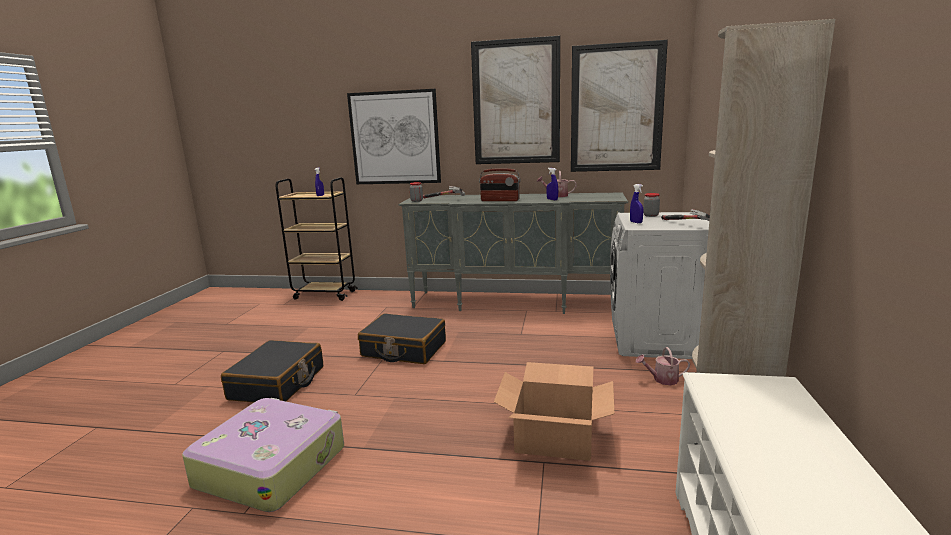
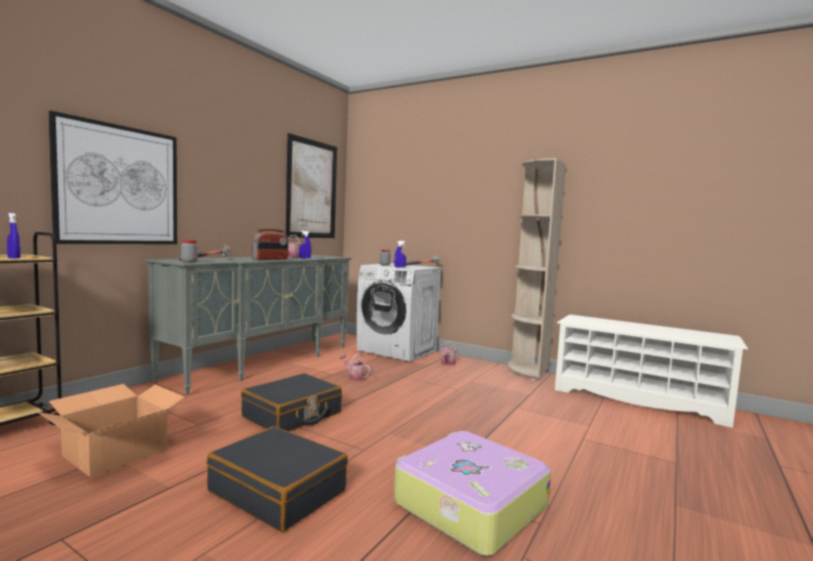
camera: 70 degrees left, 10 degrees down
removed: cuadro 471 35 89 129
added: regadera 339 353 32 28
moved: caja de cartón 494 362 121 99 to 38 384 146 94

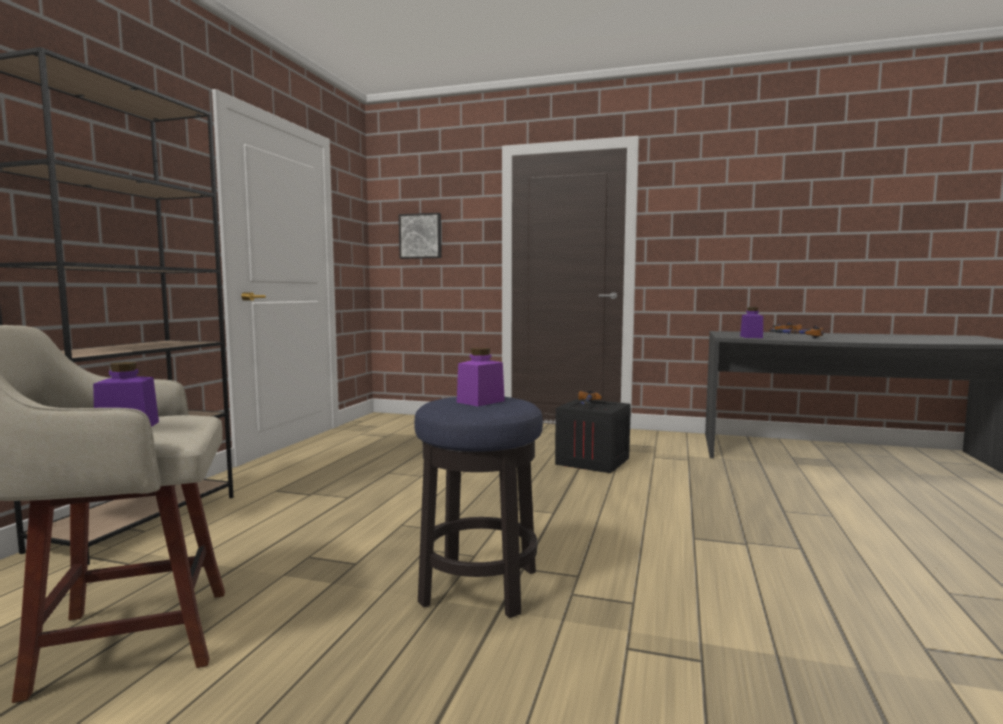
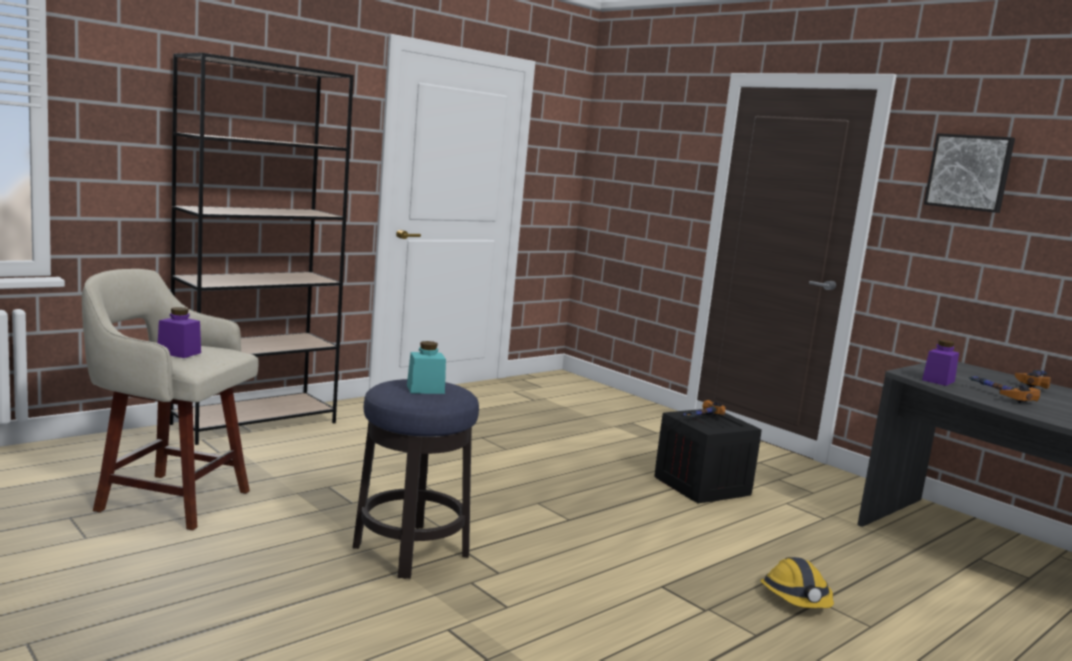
camera: 30 degrees right, 5 degrees up
added: casco 760 557 74 51
moved: cuadro 399 213 43 46 to 924 133 91 80
recoloured: tarro/morado 457 348 48 58 to tarro/turquesa 407 341 39 53

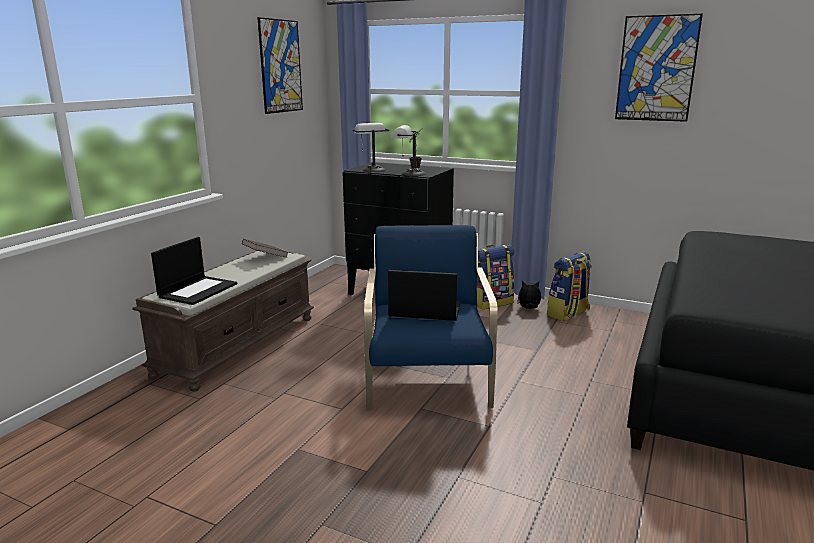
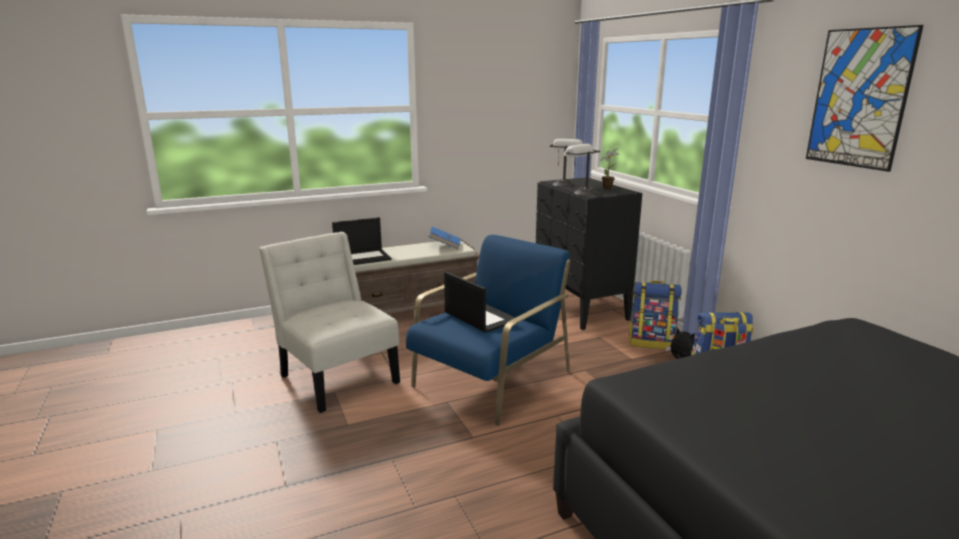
camera: 40 degrees right, 0 degrees up
removed: cuadro 257 17 46 97
added: silla/blanco 259 232 141 181
recoloured: libro/marrón 242 239 47 19 to libro/azul 429 227 32 22

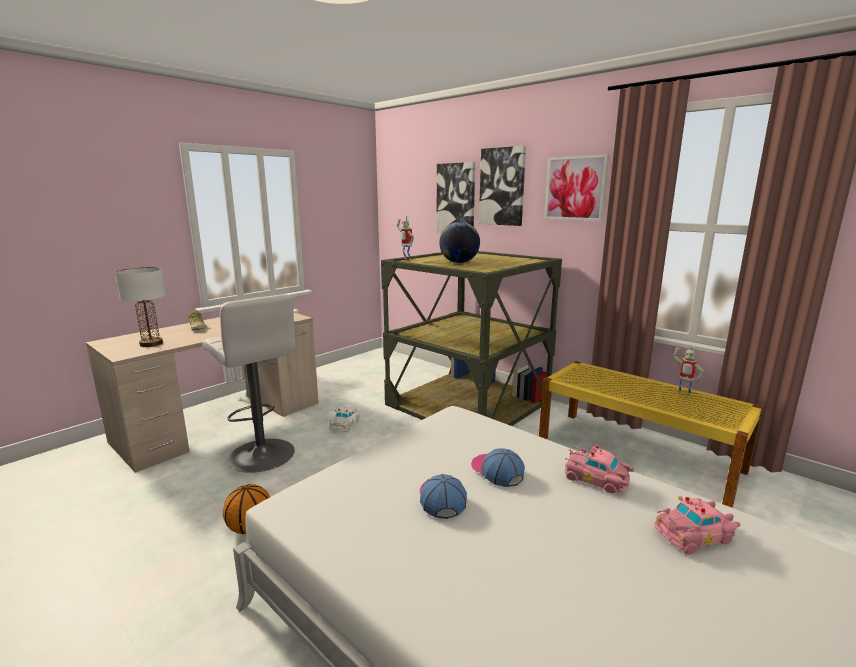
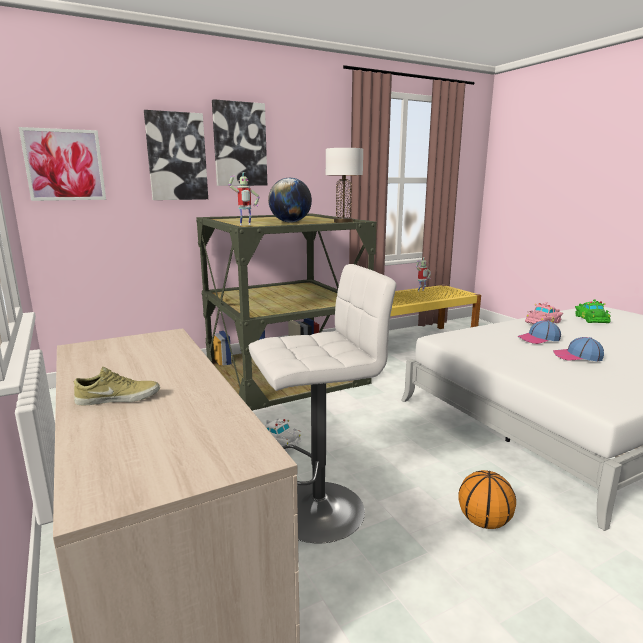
camera: 70 degrees left, 0 degrees up
moved: cuadro 544 154 65 67 to 19 127 87 74; lámpara de mesa 115 267 51 80 to 326 148 37 75
recoloured: coche de juguete/rosa 654 496 87 59 to coche de juguete/verde 575 300 36 23

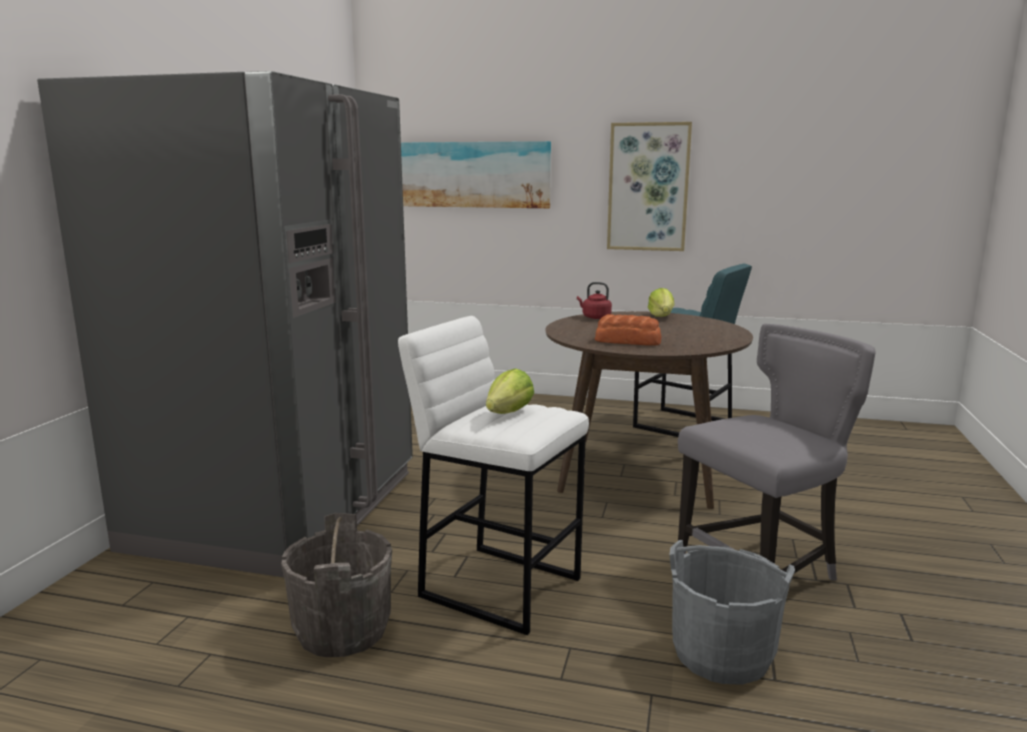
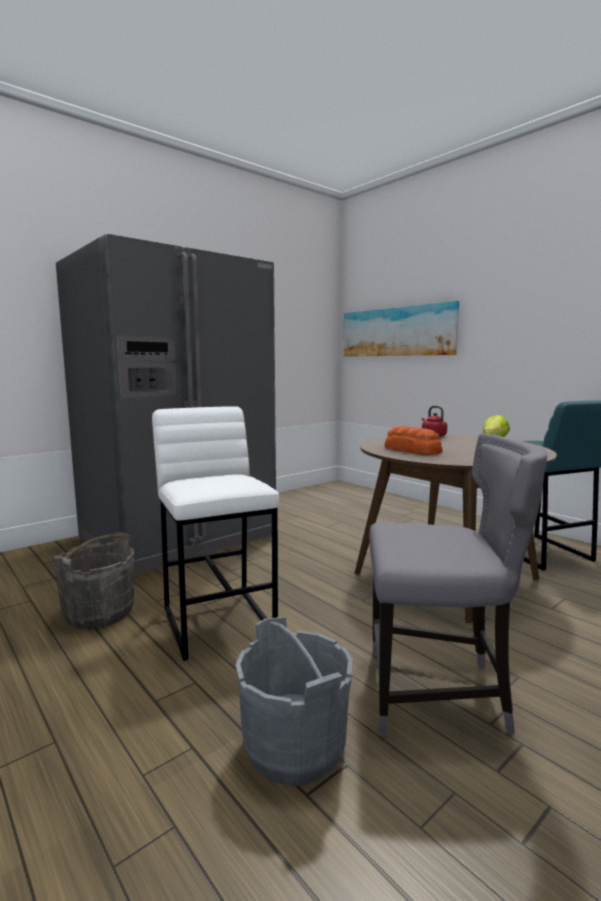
camera: 35 degrees right, 5 degrees down
removed: lechuga 486 369 48 45; cuadro 607 122 85 129

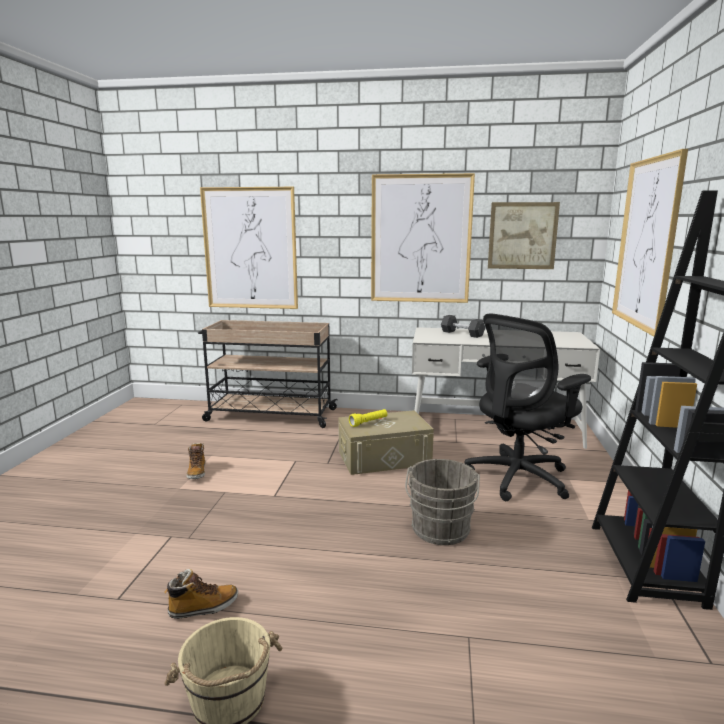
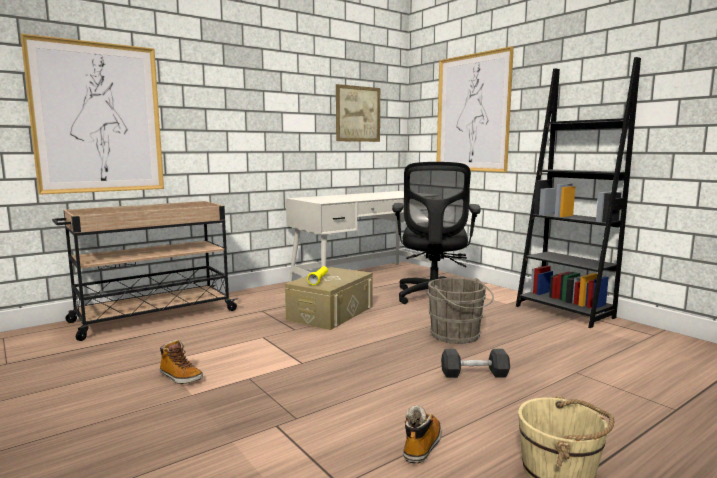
camera: 45 degrees left, 5 degrees down
removed: cuadro 371 173 104 130
moved: mancuerna/gris 441 315 44 23 to 441 349 69 29

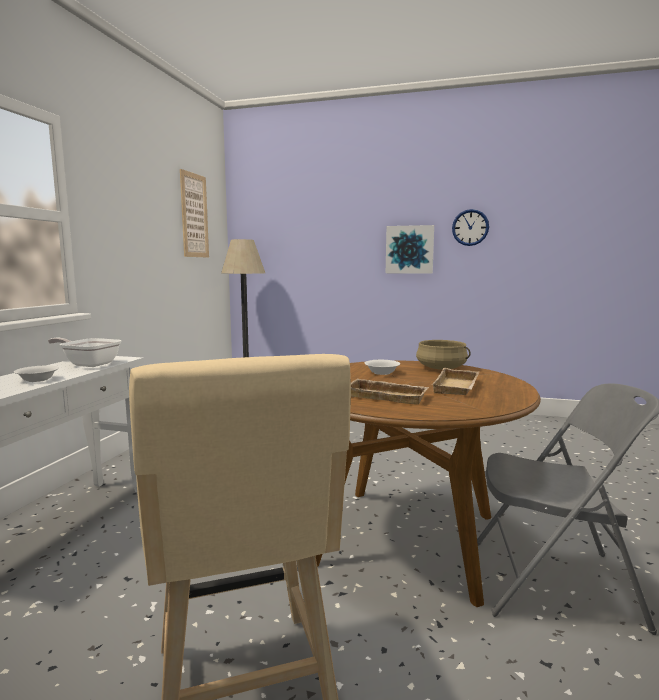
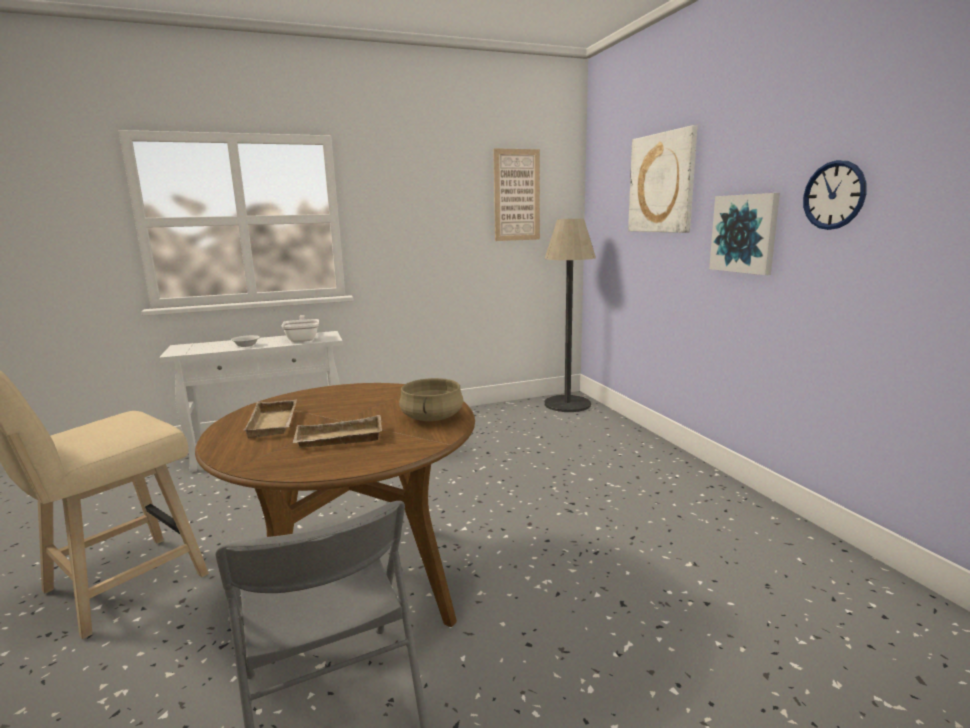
camera: 55 degrees right, 5 degrees up
removed: cuenco/blanco 365 360 35 15
added: cuadro 628 125 69 108

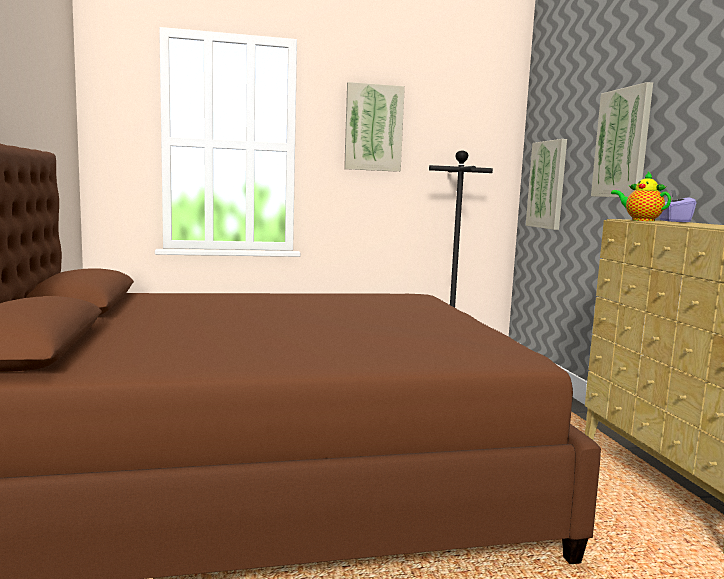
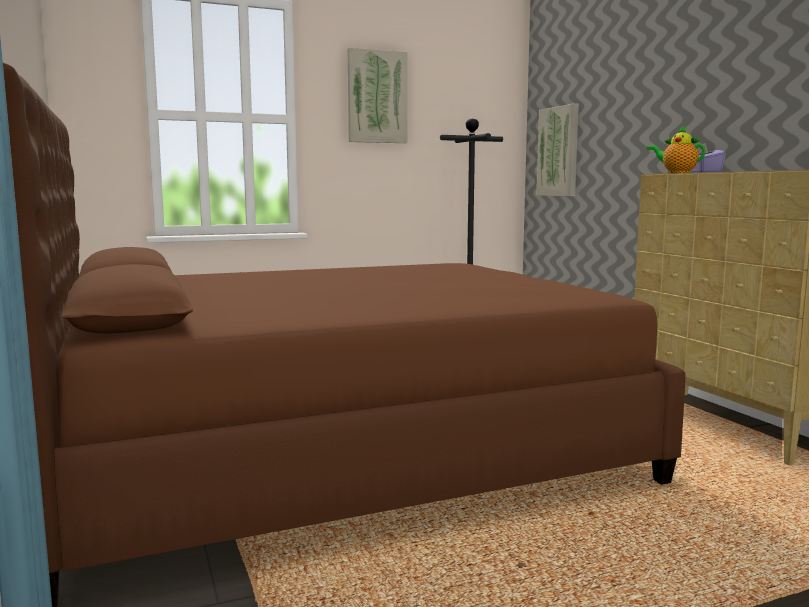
camera: 10 degrees left, 0 degrees up
removed: cuadro 591 82 62 115

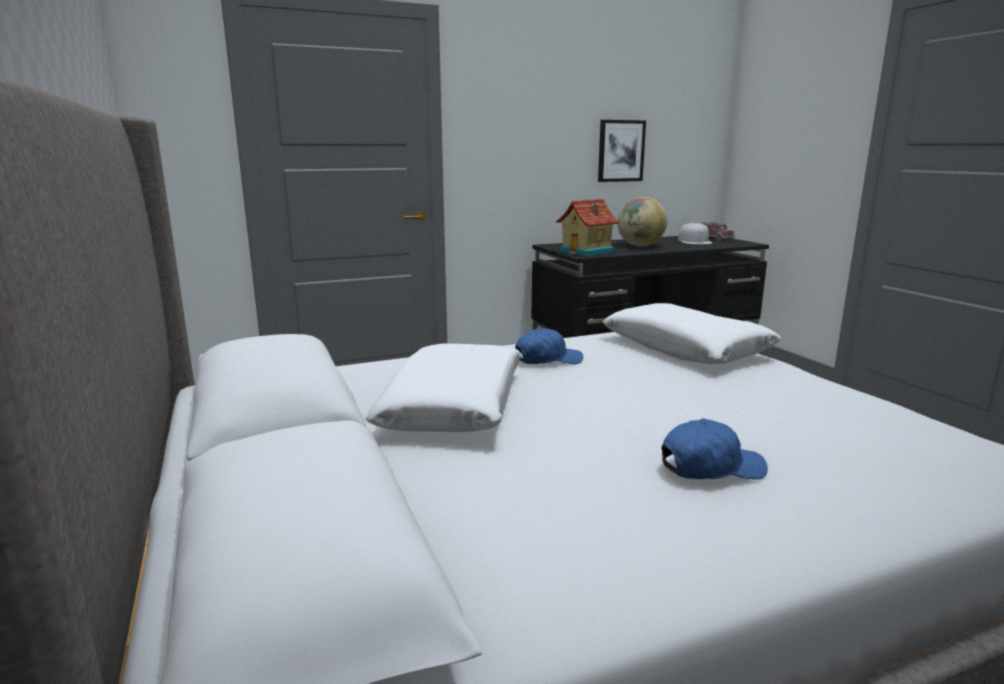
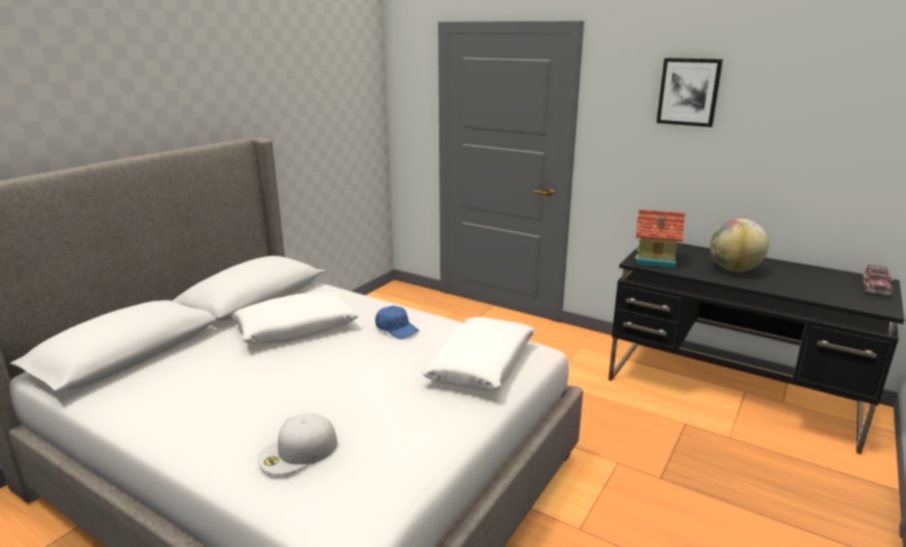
camera: 55 degrees right, 5 degrees up
removed: gorra/azul 661 418 107 61
moved: gorra/blanco 678 223 34 22 to 258 413 79 62; cuadro 598 120 48 62 to 656 58 67 69

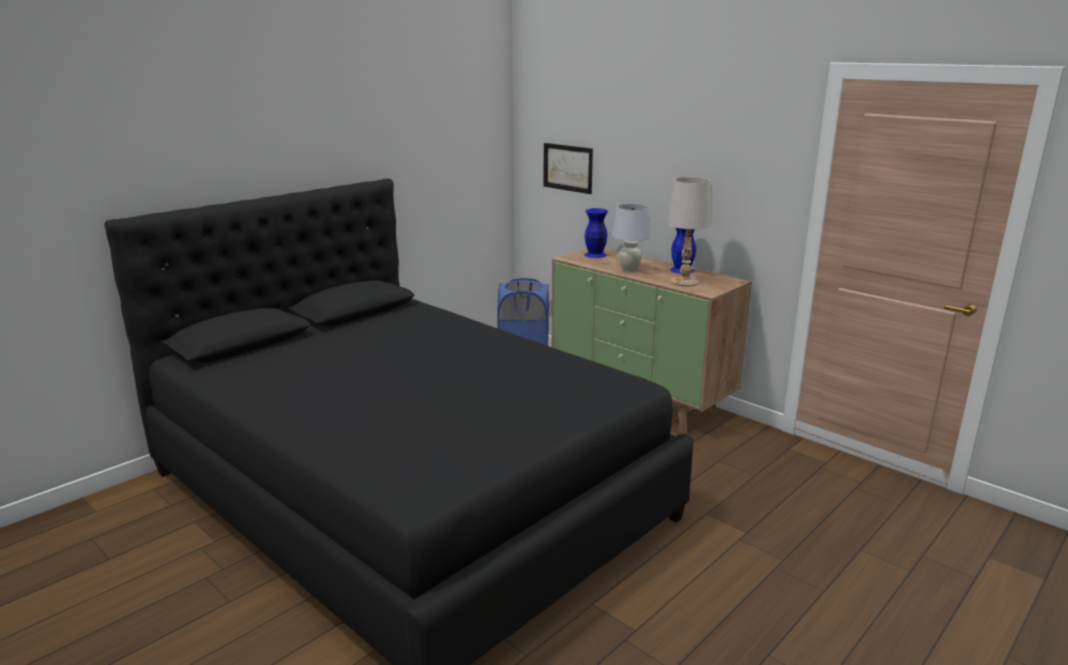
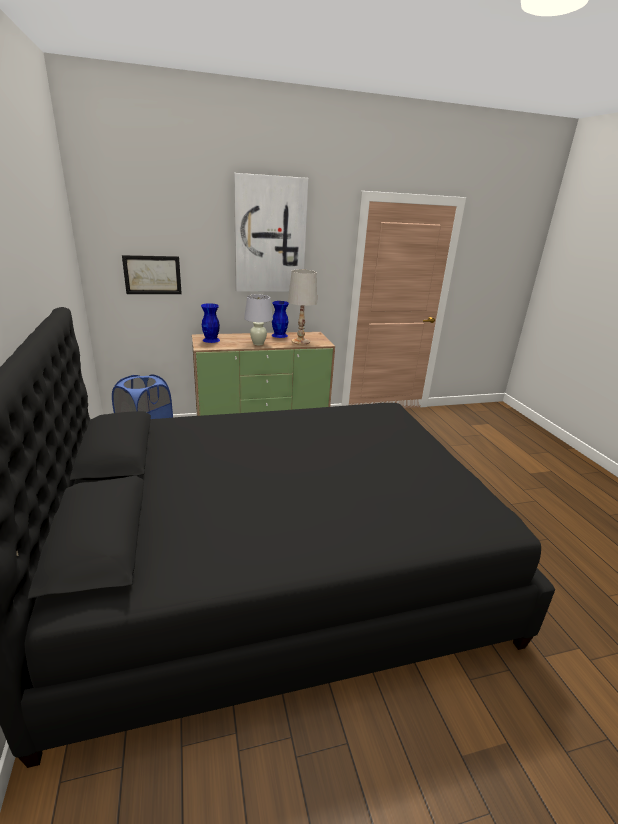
camera: 60 degrees left, 5 degrees up
added: cuadro 234 173 74 119

